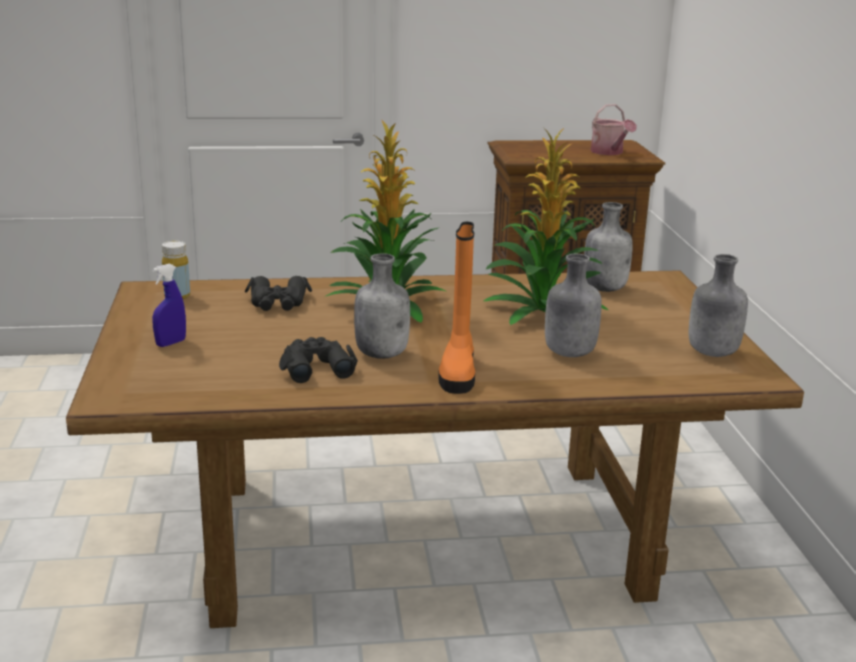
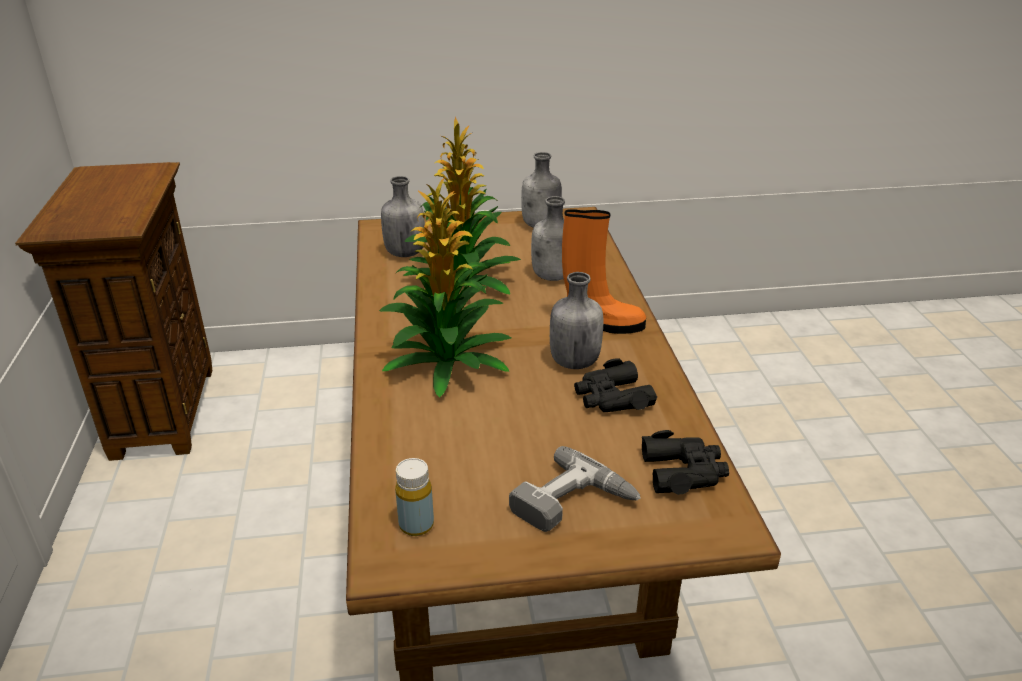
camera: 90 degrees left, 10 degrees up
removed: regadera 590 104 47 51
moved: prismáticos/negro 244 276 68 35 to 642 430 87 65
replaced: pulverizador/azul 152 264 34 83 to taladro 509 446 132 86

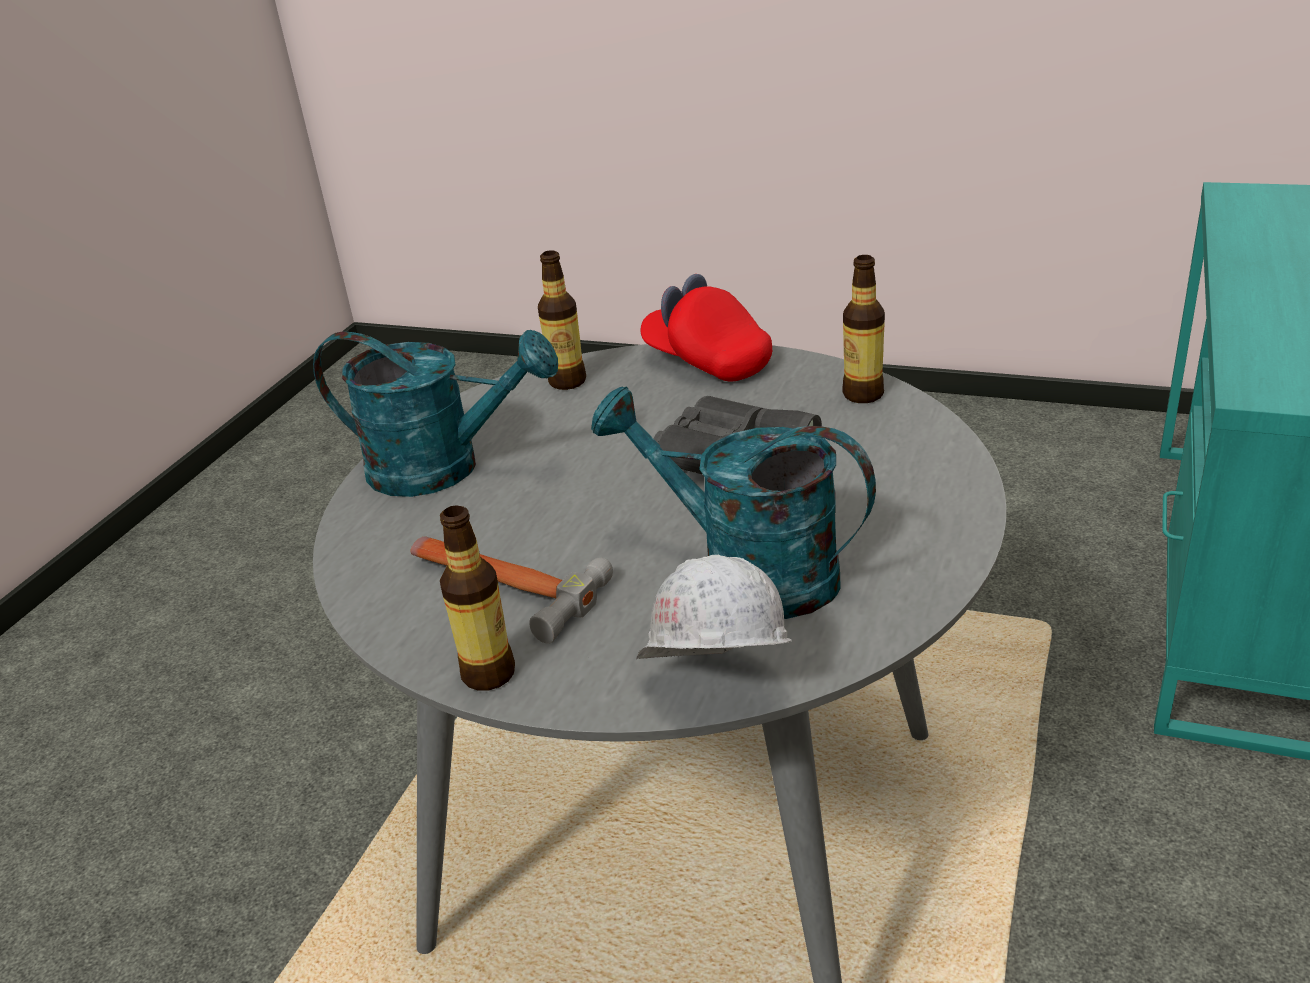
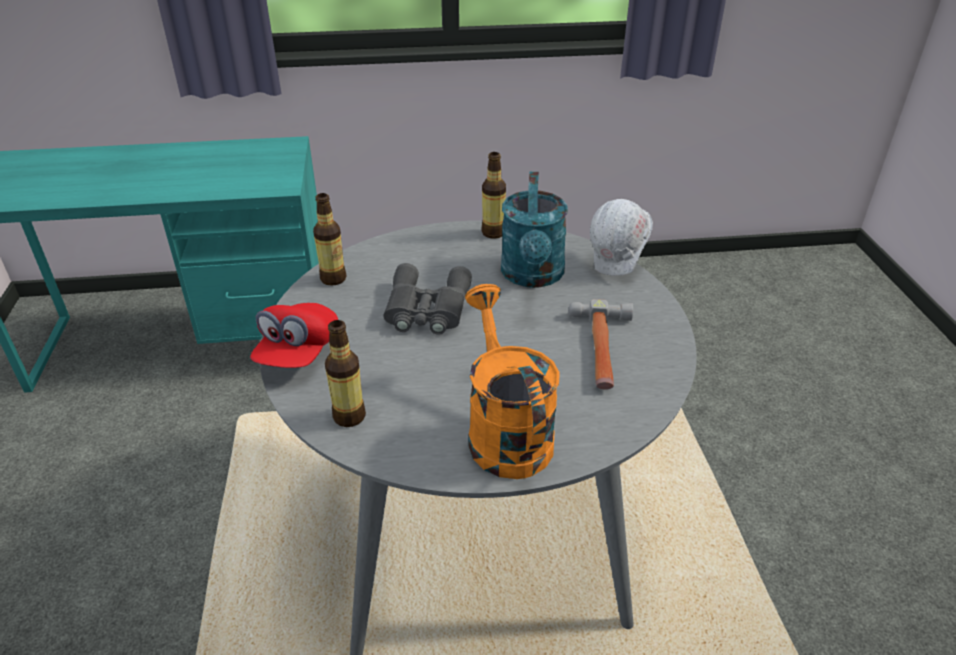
camera: 120 degrees left, 5 degrees up
moved: botella 440 505 75 186 to 481 152 25 87
recoloured: regadera/turquesa 313 330 245 167 to regadera/naranja 465 284 95 195

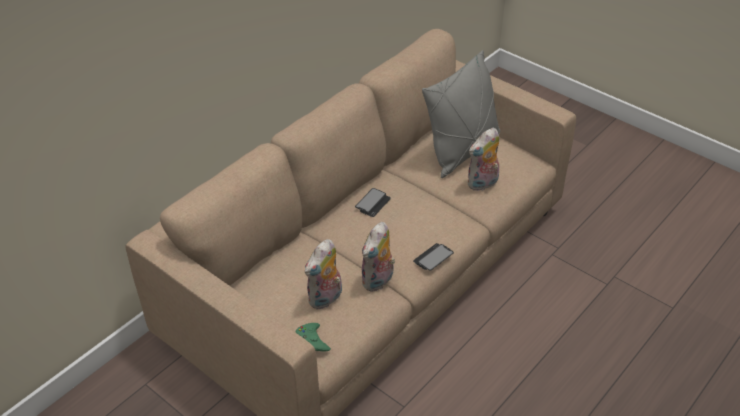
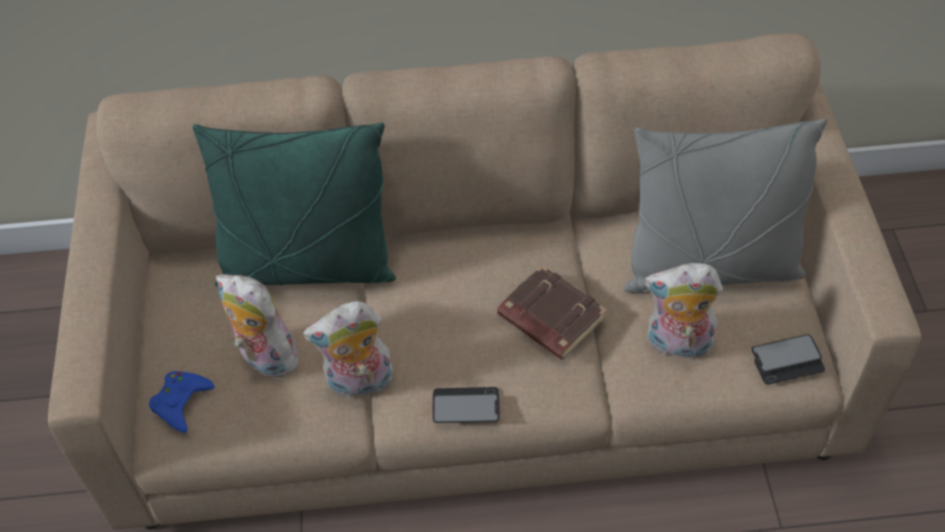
camera: 45 degrees right, 10 degrees up
added: cojín/verde 193 123 203 164; libro/marrón 497 265 110 95
moved: móvil 355 188 36 29 to 751 334 74 51
recoloured: mando de consola/verde 296 323 35 28 to mando de consola/azul 149 371 66 62
turned: peluche 305 239 37 71 = 216 274 82 104 45 degrees clockwise

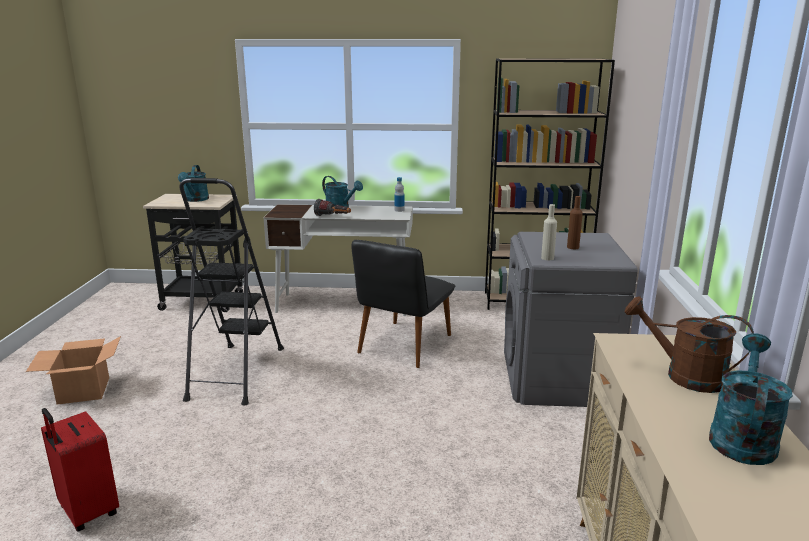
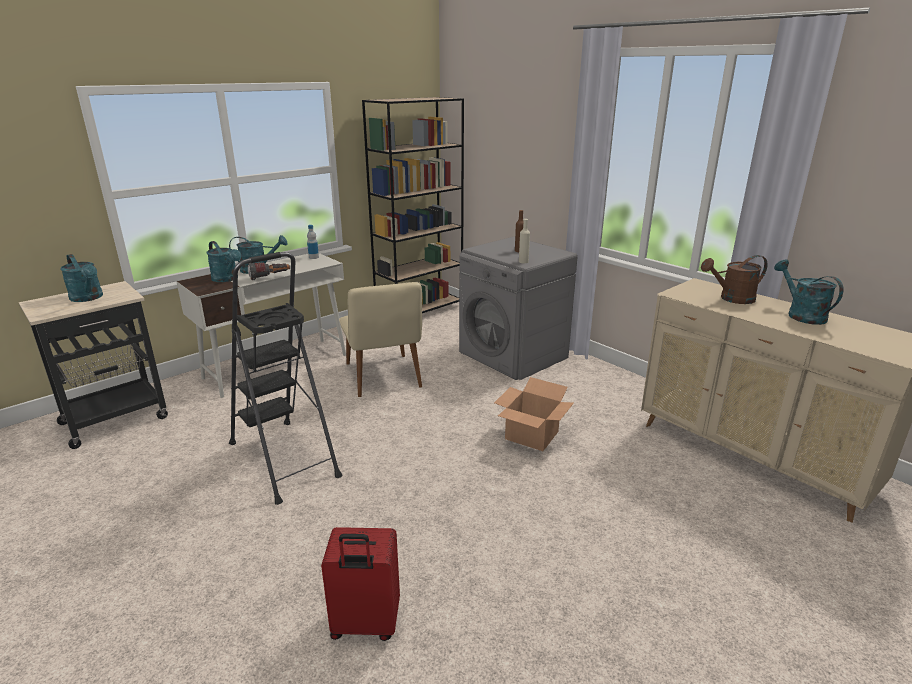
camera: 45 degrees left, 5 degrees up
added: regadera/turquesa 207 241 34 41
moved: caja de cartón 26 336 95 69 to 494 377 80 74
recoloured: silla/negro 351 240 104 128 to silla/beis 339 282 83 115

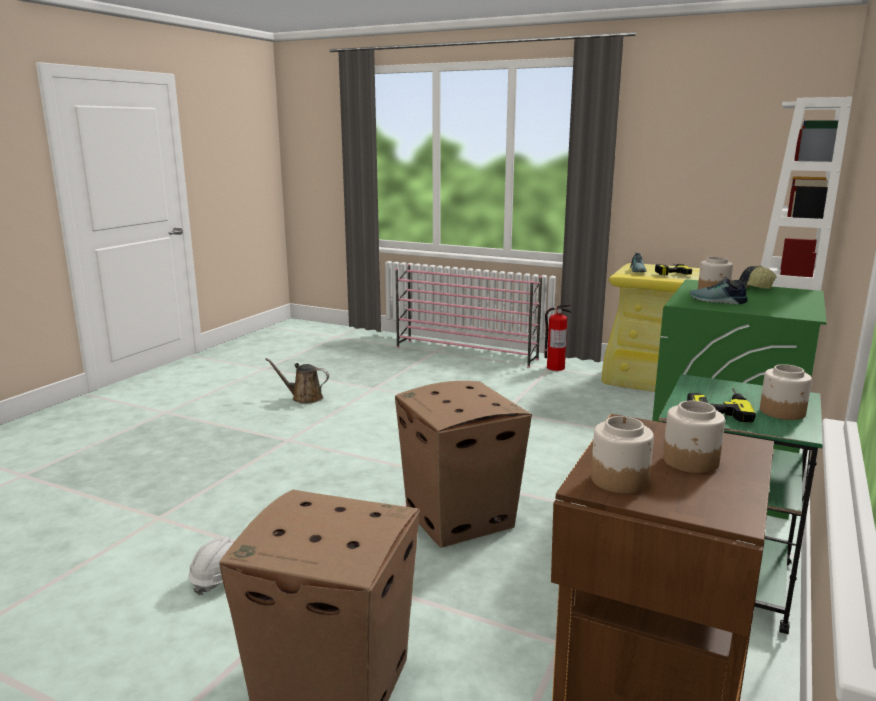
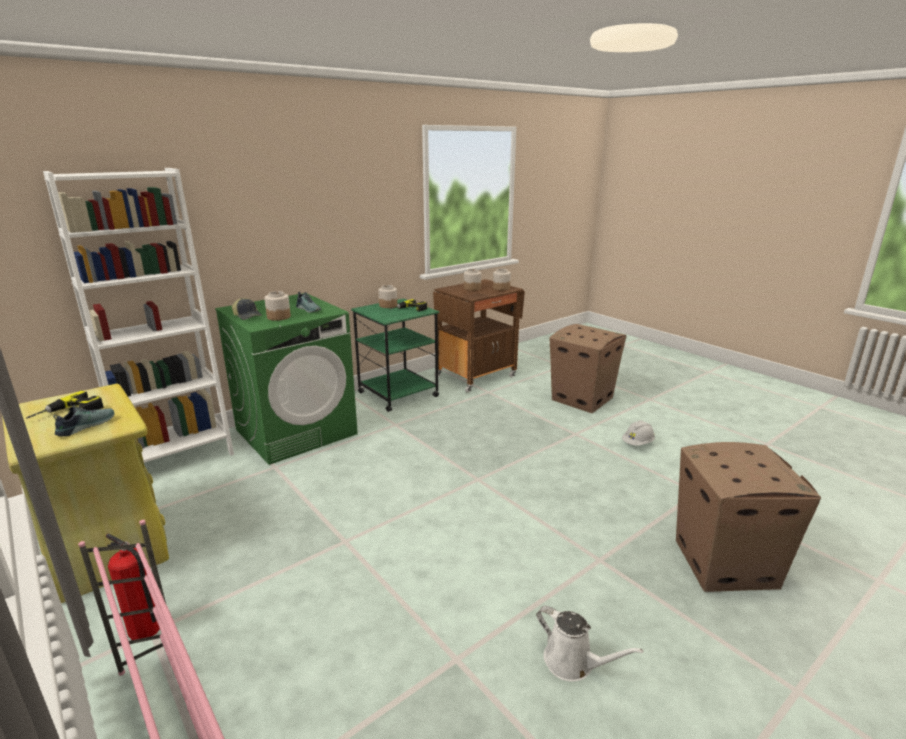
camera: 155 degrees left, 5 degrees up
moved: caja de cartón 395 381 137 167 to 676 442 145 150
recoloured: regadera/marrón 265 358 64 46 to regadera/blanco 536 606 108 76

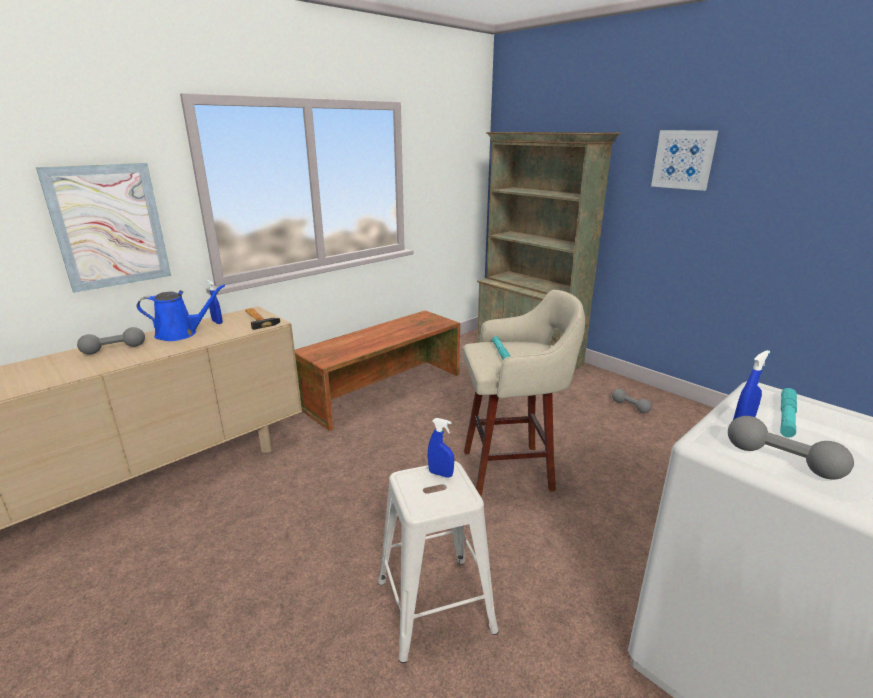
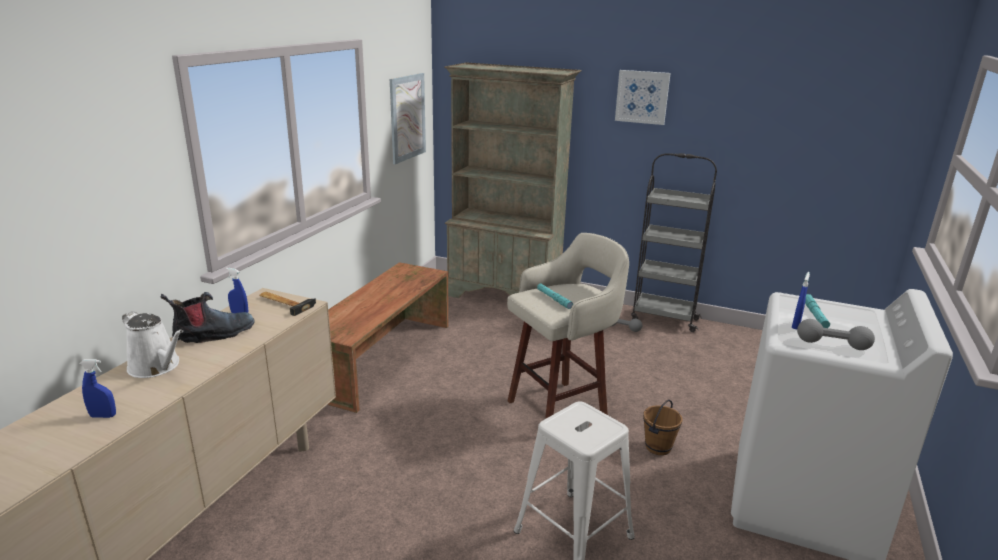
camera: 25 degrees left, 0 degrees up
added: carrito/gris 631 153 86 179; cubo/marrón 643 399 40 56
moved: pulverizador/azul 428 418 26 60 to 80 359 36 59; cuadro 36 163 135 130 to 390 73 36 91
replaced: mancuerna/gris 77 327 68 28 to regadera/blanco 122 311 61 67; regadera/azul 137 284 88 57 to bota 161 292 94 51

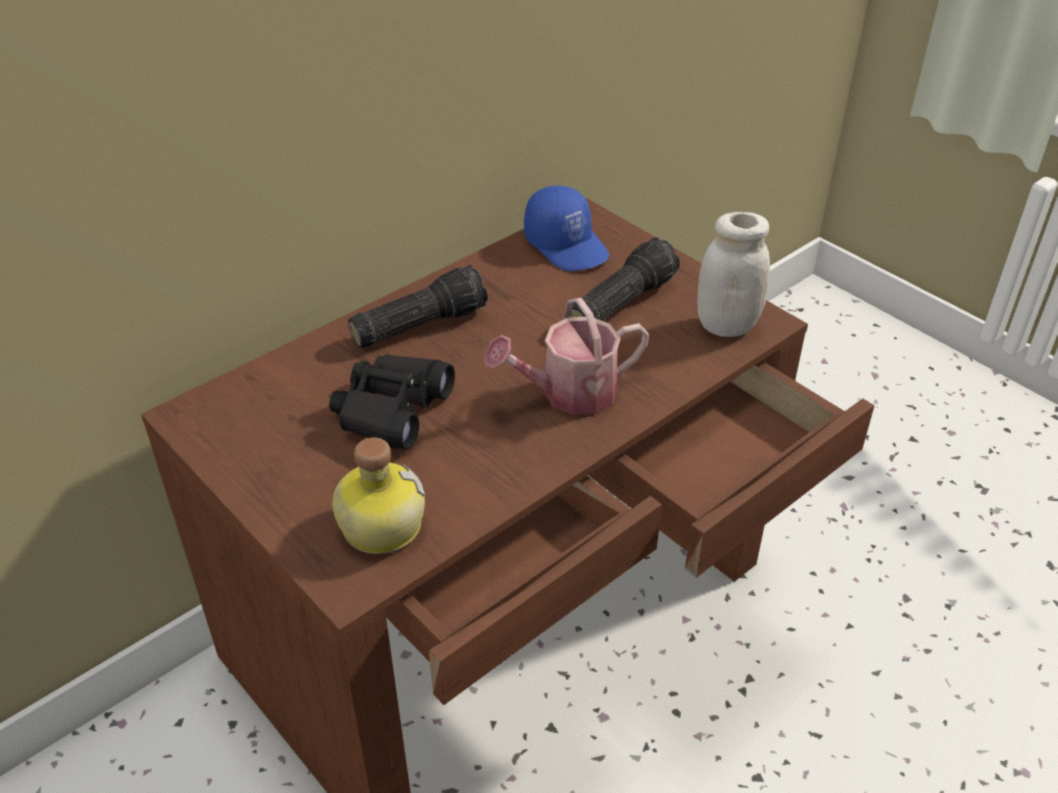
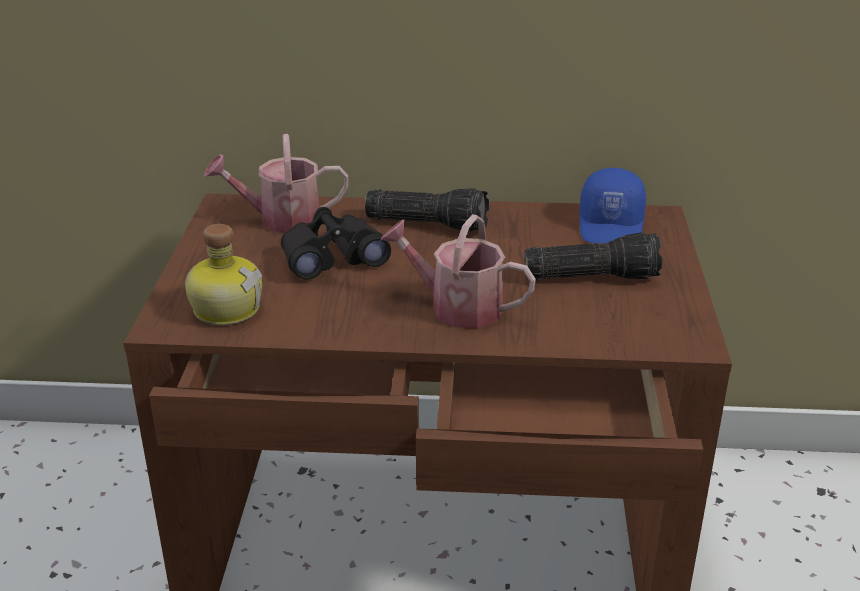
camera: 45 degrees right, 10 degrees down
removed: tarro/blanco 697 212 73 125
added: regadera 204 134 145 98

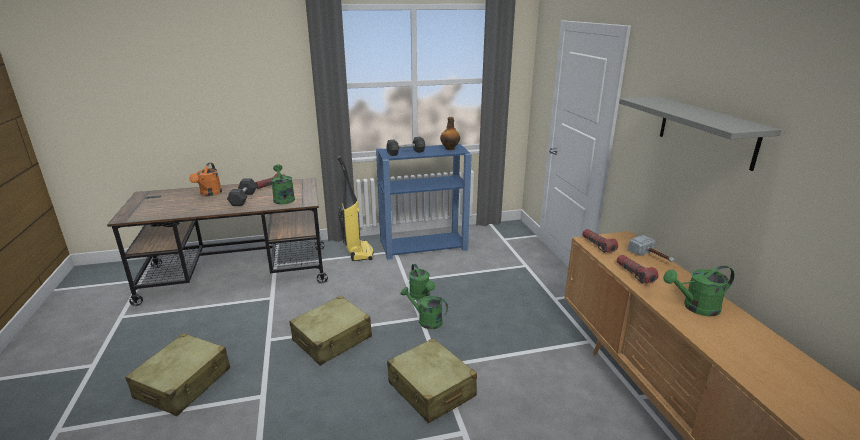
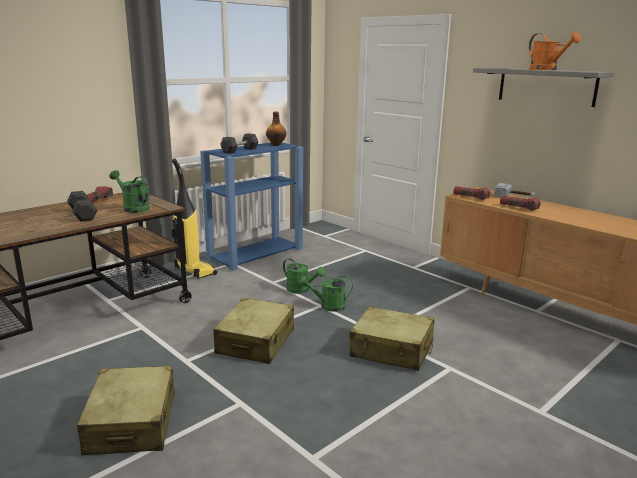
camera: 30 degrees left, 5 degrees down
removed: regadera/verde 663 265 72 52
moved: regadera/naranja 189 163 33 33 to 529 32 52 38

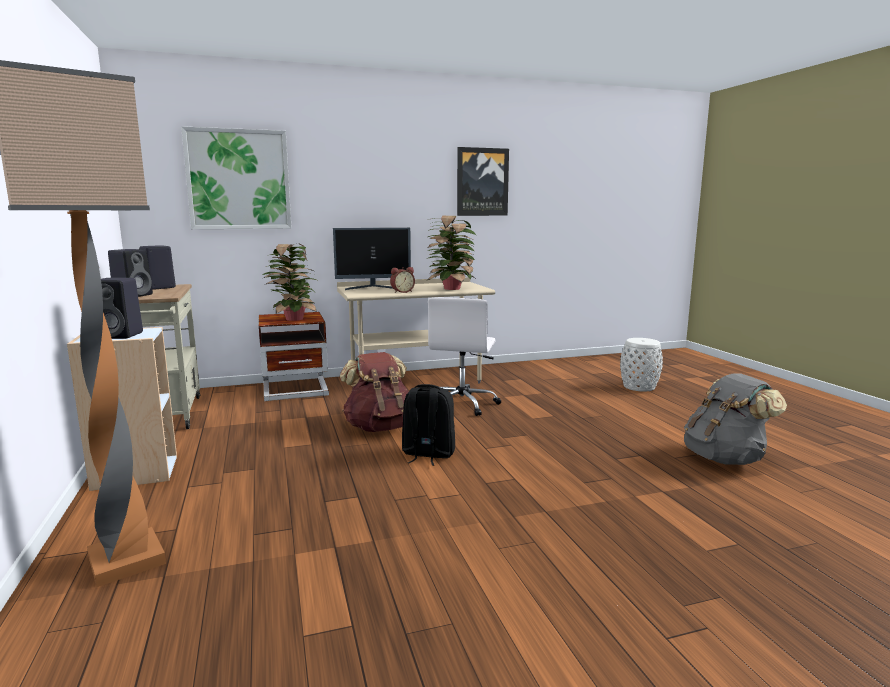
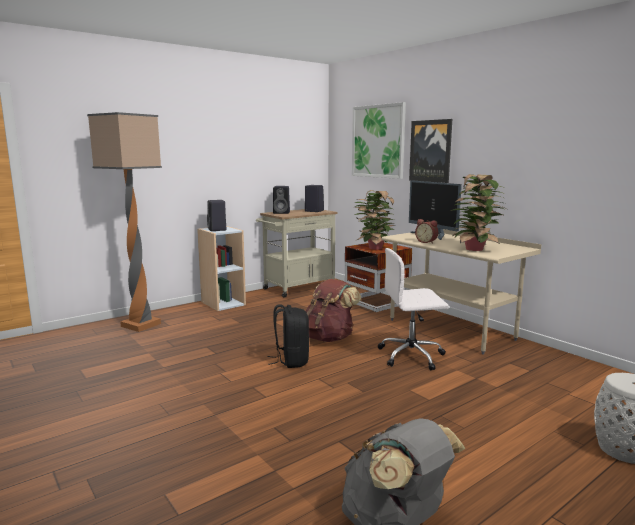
camera: 70 degrees right, 0 degrees up
moved: cuadro 457 147 52 69 to 409 119 43 64

